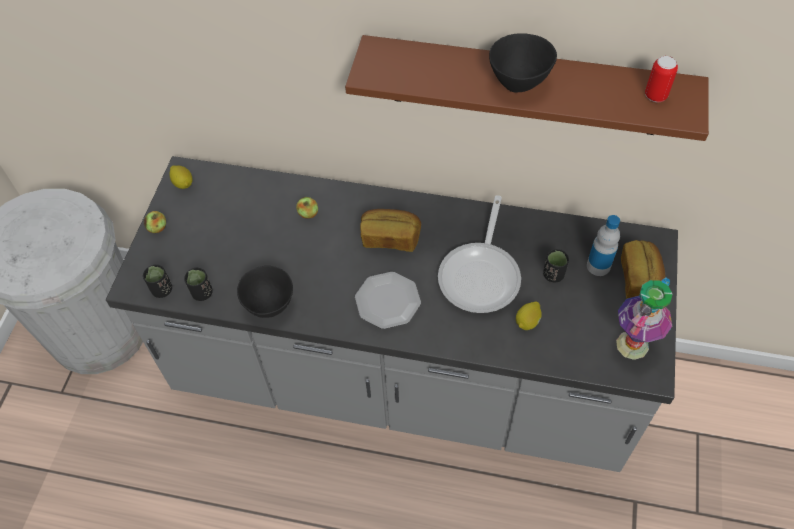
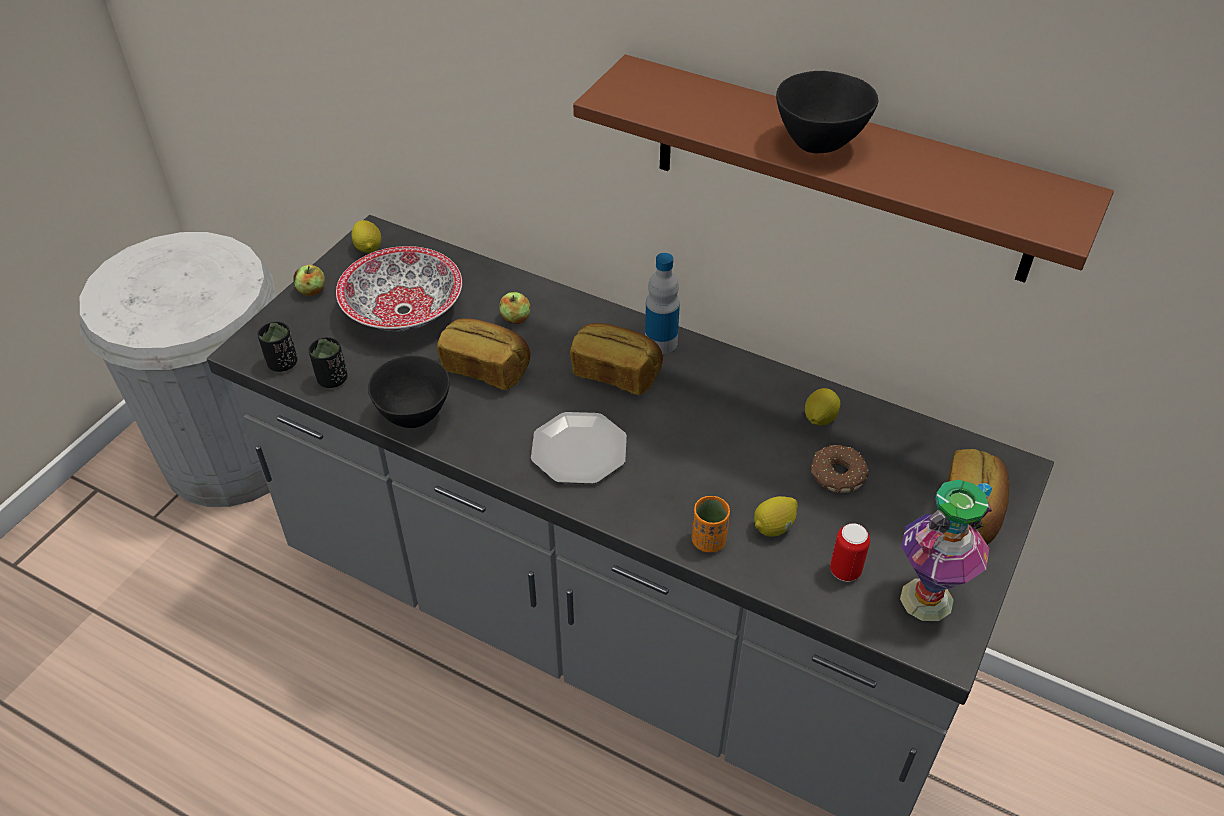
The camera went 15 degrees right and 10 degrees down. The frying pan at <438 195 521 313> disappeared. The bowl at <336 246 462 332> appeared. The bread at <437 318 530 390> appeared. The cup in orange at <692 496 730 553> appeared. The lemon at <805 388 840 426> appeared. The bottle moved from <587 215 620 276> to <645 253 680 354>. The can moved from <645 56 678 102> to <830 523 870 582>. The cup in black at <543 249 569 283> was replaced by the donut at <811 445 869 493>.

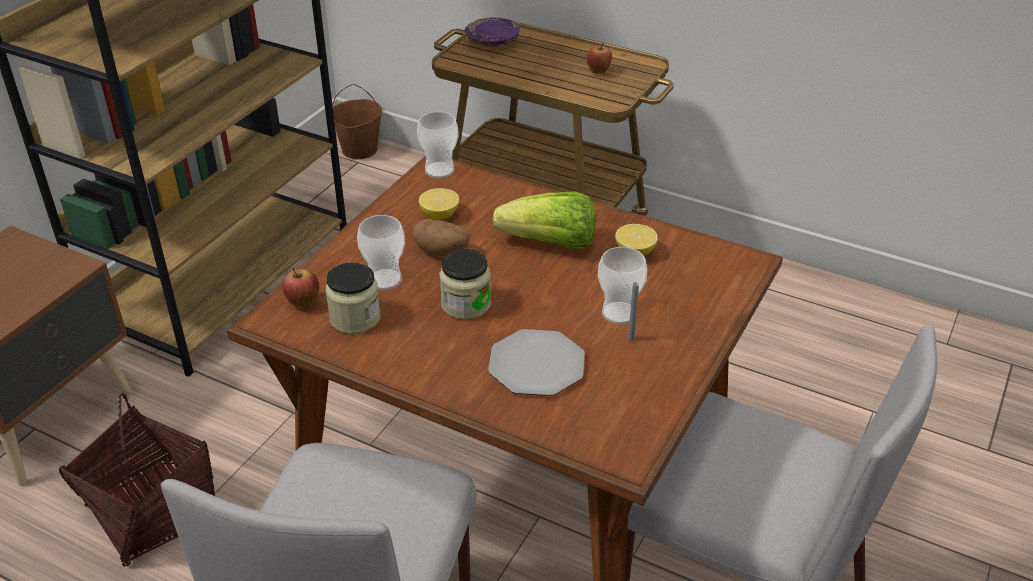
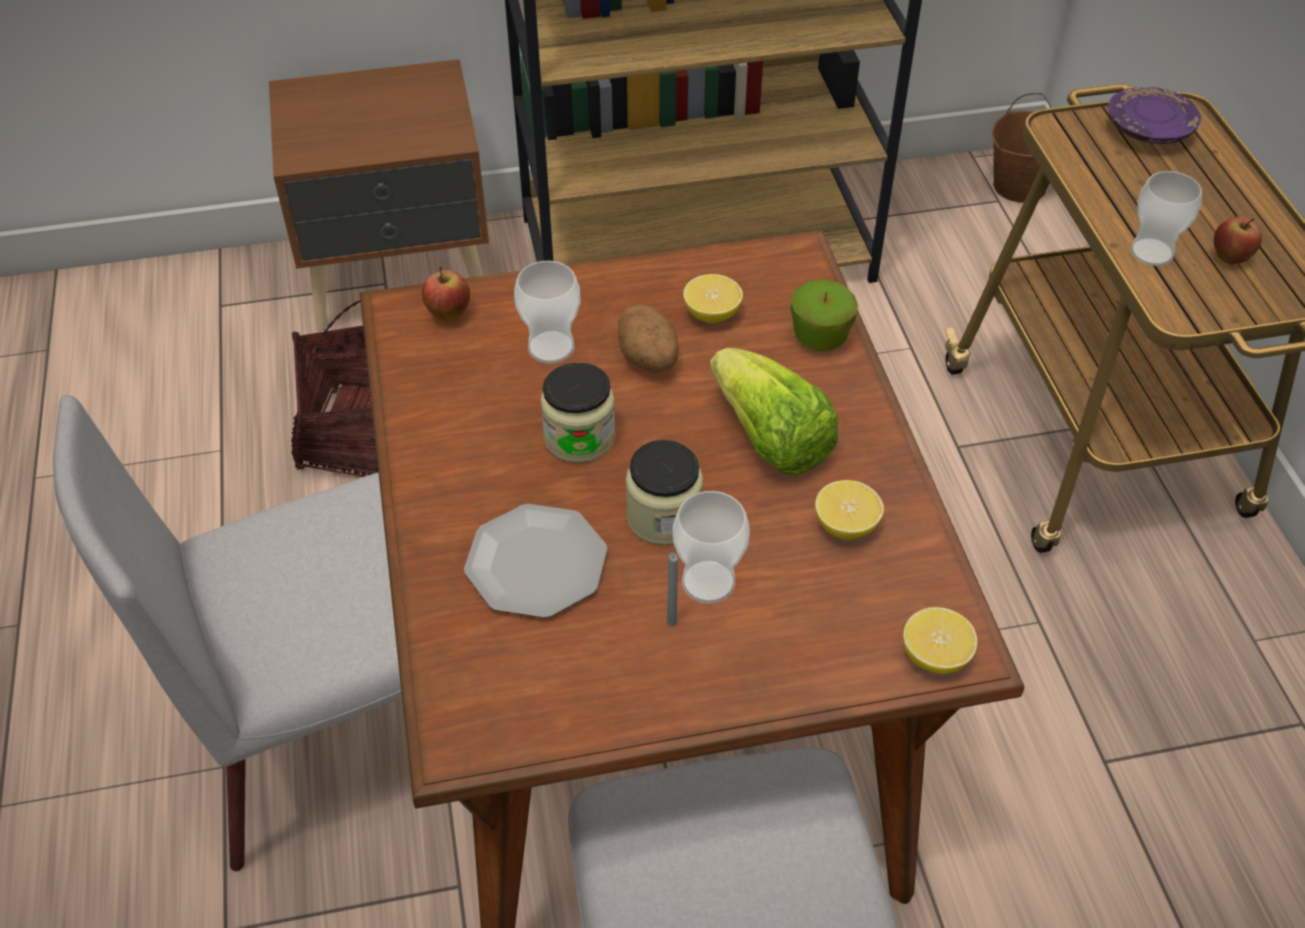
The camera went 50 degrees right and 10 degrees up. The apple at <791 280 858 351> appeared. The lemon at <903 607 978 674> appeared. The jar moved from <325 263 380 334> to <626 440 703 545>. The cup moved from <417 112 459 178> to <1131 171 1202 266>.

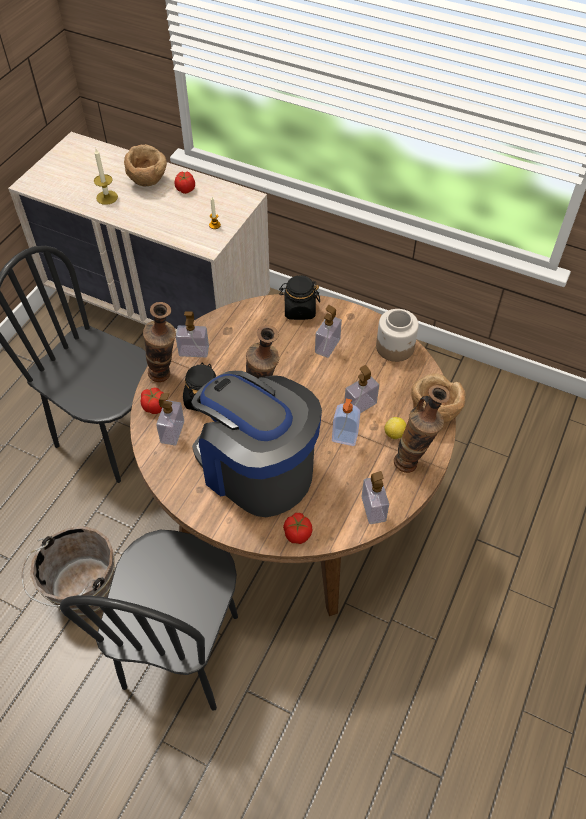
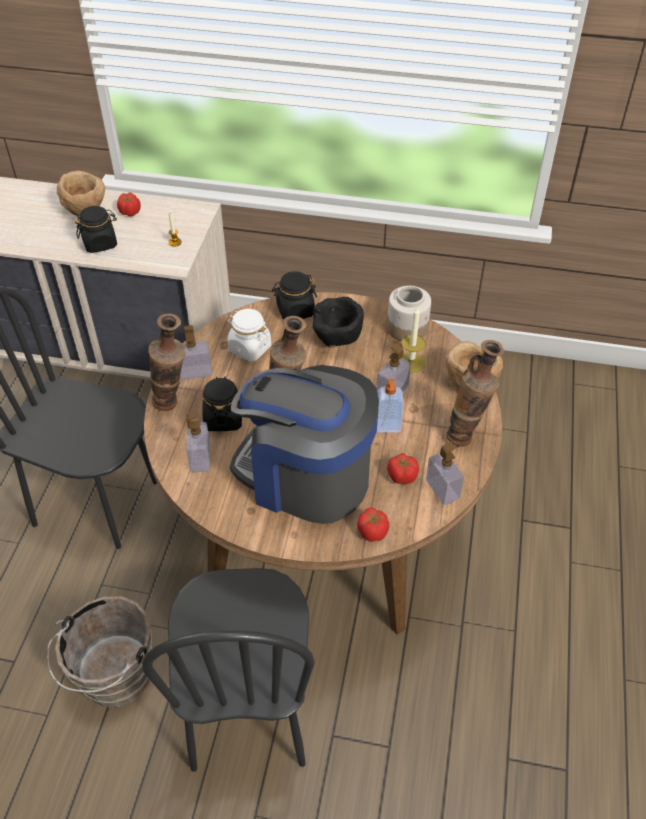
The camera went 15 degrees left and 5 degrees down. The lemon at <384 417 406 439> disappeared. The jar in black at <75 206 117 253> appeared. The jar in white at <227 309 271 362> appeared. The candle moved from <94 149 118 205> to <401 307 426 373>. The tomato moved from <141 388 165 414> to <387 453 419 484>. The soap dispenser at <315 305 342 358> was replaced by the bowl in black at <313 297 364 347>.

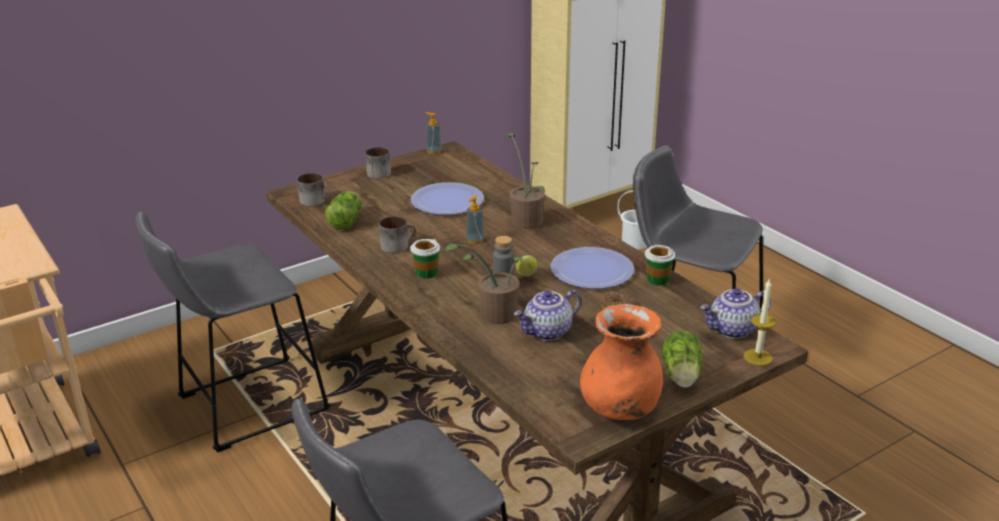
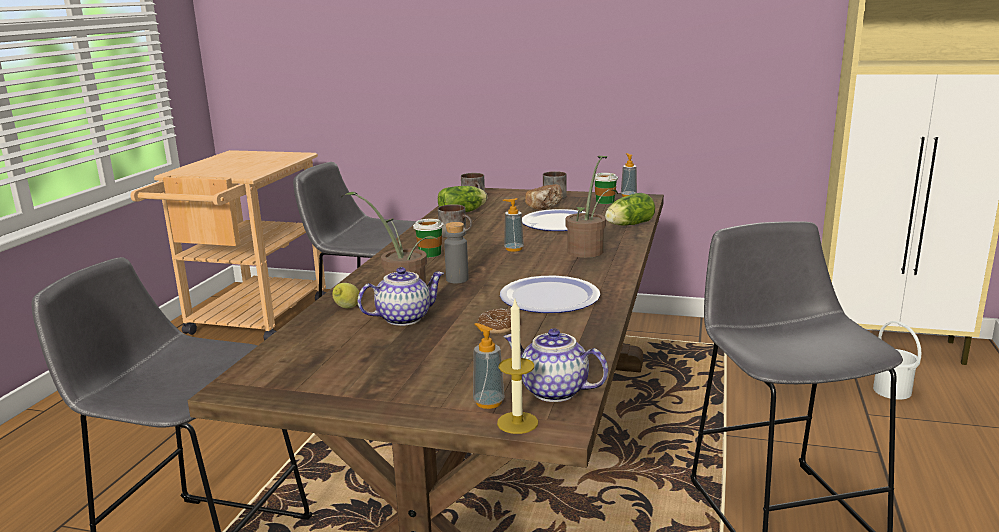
The camera went 50 degrees right and 10 degrees down. The vase in orange at <580 304 663 420> disappeared. The soap dispenser at <473 323 505 409> appeared. The bread at <525 184 563 209> appeared. The lemon moved from <516 255 538 276> to <332 283 359 308>. The cup moved from <645 245 675 286> to <594 173 618 204>. The lettuce moved from <662 331 702 388> to <605 193 655 226>. The teapot at <514 290 581 341> turned 135 degrees clockwise.

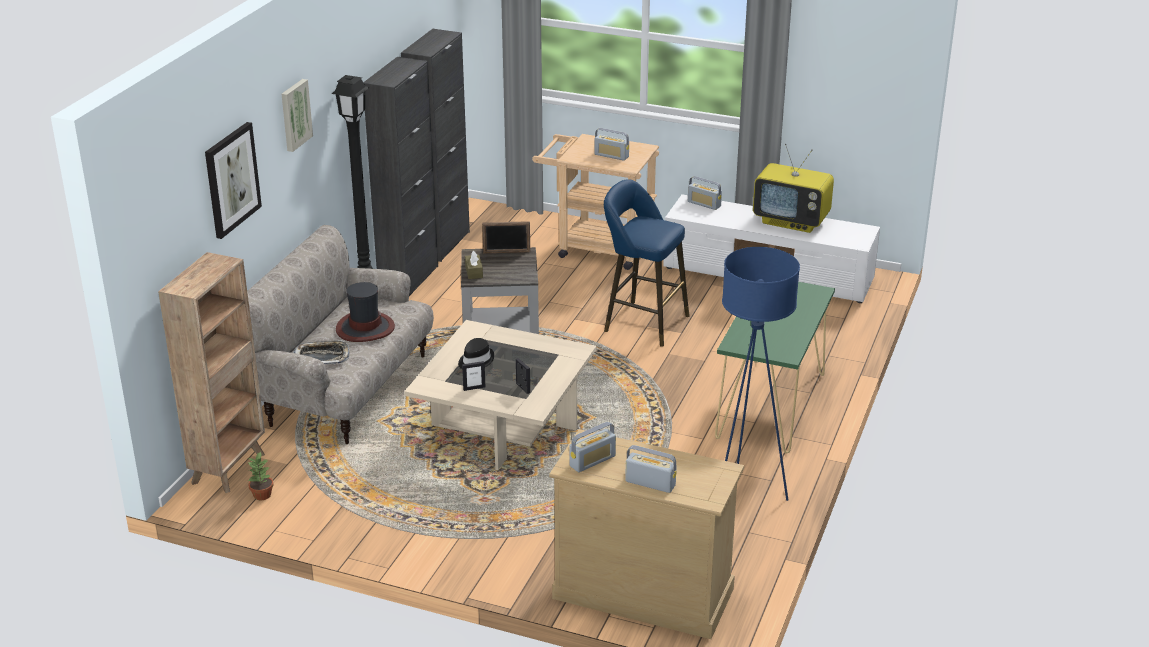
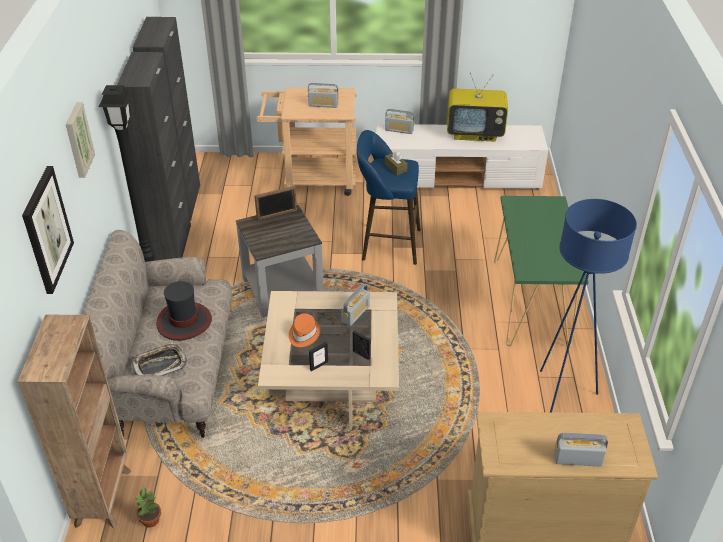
The camera went 20 degrees left and 10 degrees up. The tissue box in brown moved from <465 251 483 279> to <385 151 408 175>. The radio moved from <569 422 616 472> to <341 284 370 326>. The hat in black at <458 338 495 369> became the hat in orange at <289 314 320 347>.

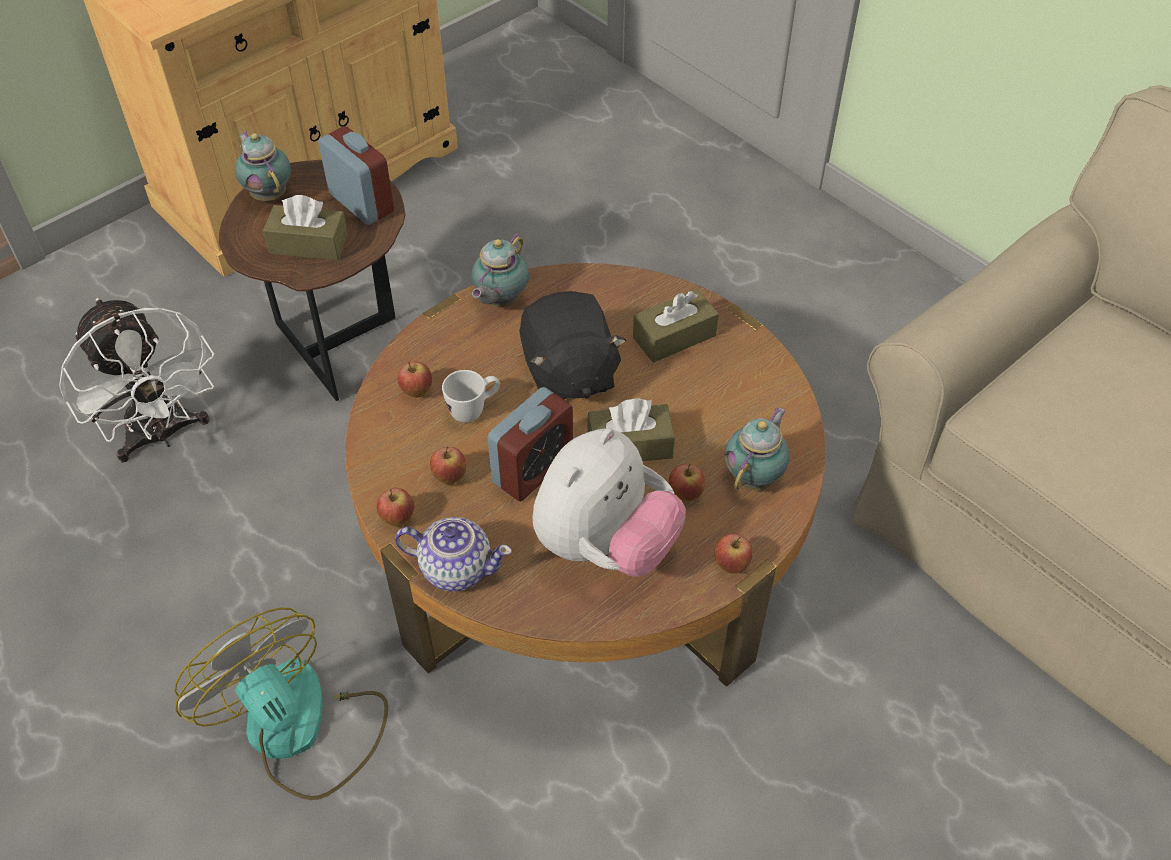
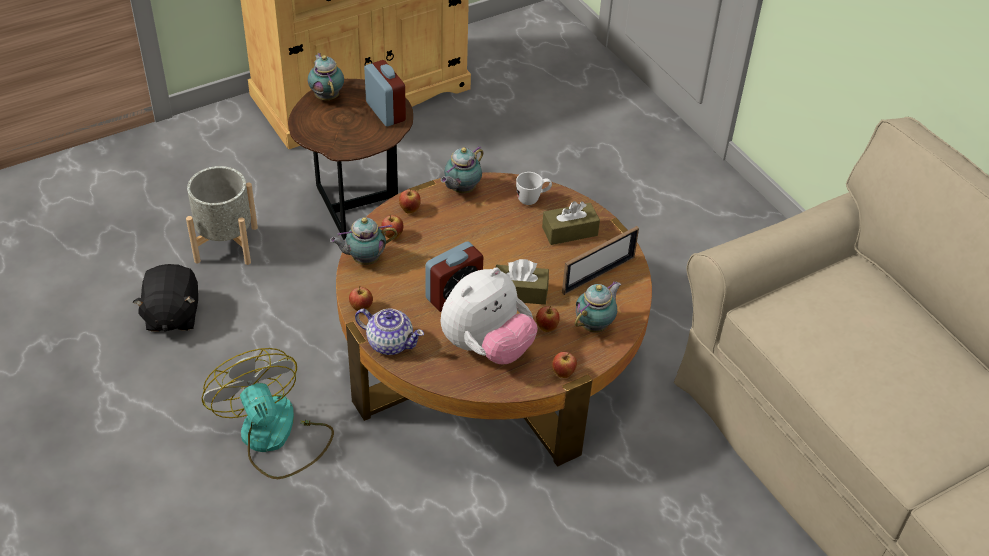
The camera went 10 degrees right and 5 degrees down. The tissue box in brown at <263 195 348 260> disappeared. The teapot at <330 217 397 265> appeared. The picture frame at <562 226 639 295> appeared. The apple moved from <430 446 466 485> to <399 188 421 213>. The mug in white moved from <442 370 500 423> to <516 172 552 205>. The plush toy in black moved from <519 291 626 400> to <133 264 198 332>. The fan in white at <59 298 214 463> was replaced by the planter in grey at <186 166 258 265>.

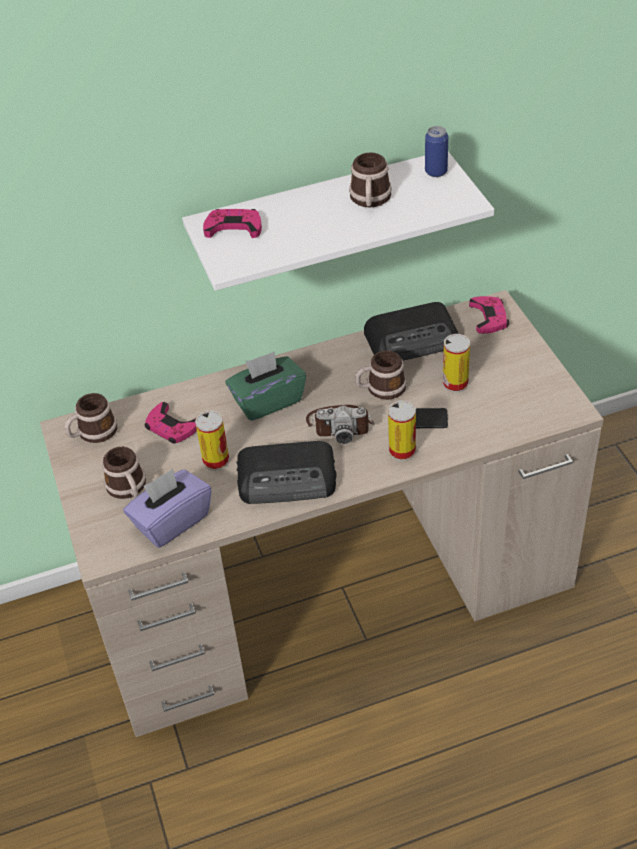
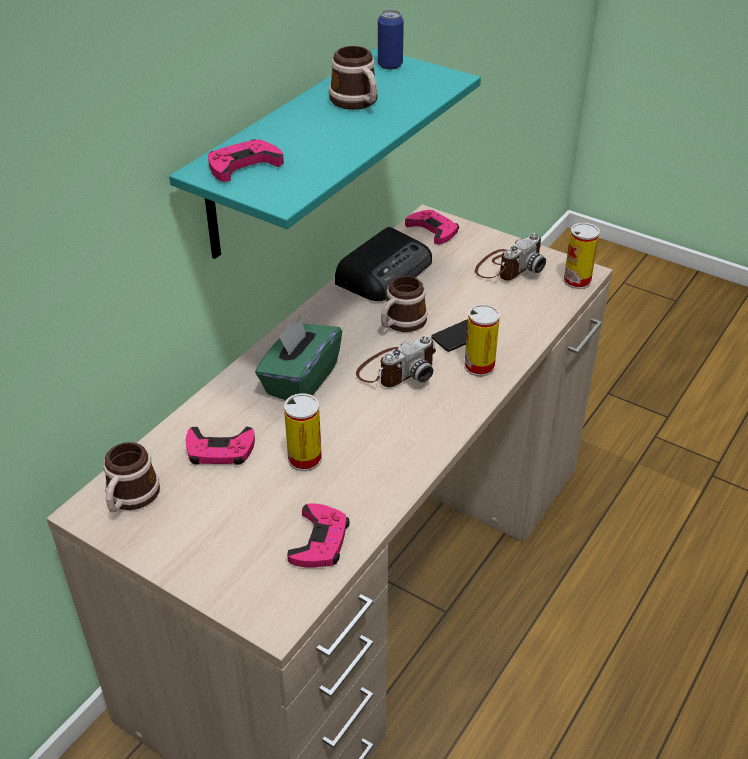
The camera went 40 degrees left and 5 degrees down. The mug at <102 447 146 499> disappeared. The radio at <237 441 337 504> disappeared. The photo camera at <475 233 546 280> appeared. The can moved from <443 334 470 393> to <563 223 600 289>. The tissue box in purple at <123 469 212 548> was replaced by the game controller in pink at <287 503 350 568>. The shelf in white at <182 152 494 291> became the shelf in turquoise at <169 48 481 259>.

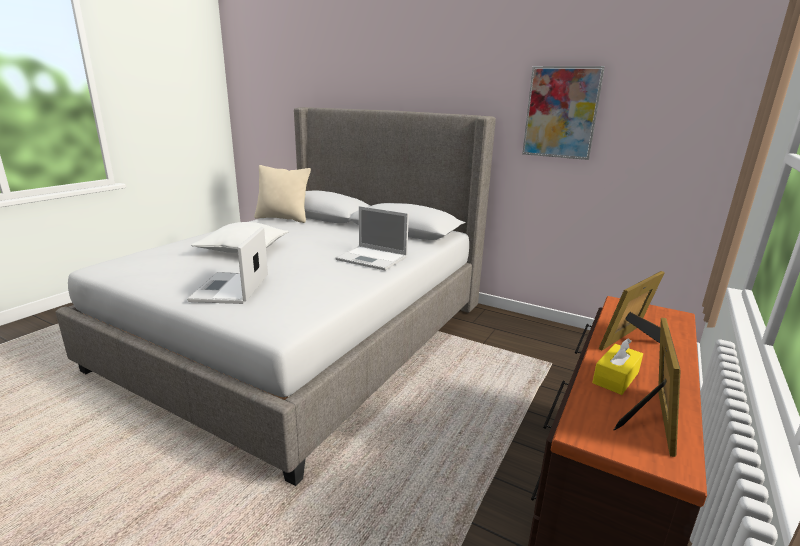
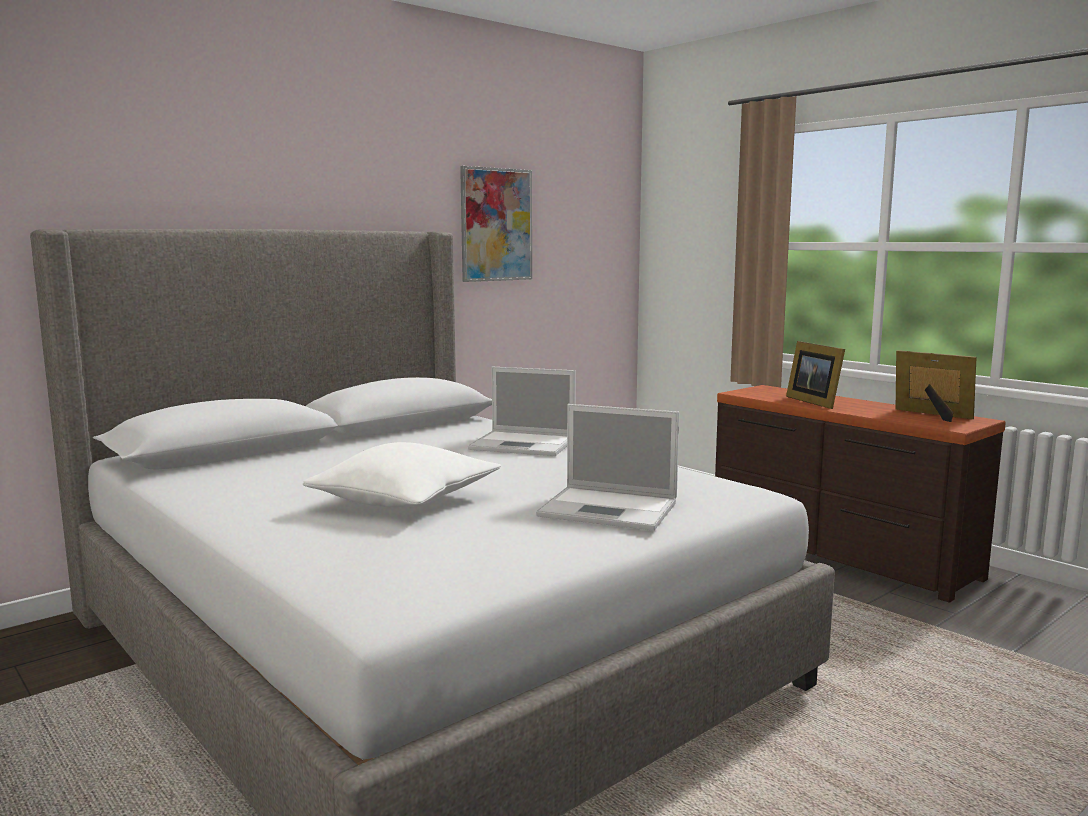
The camera went 70 degrees left and 10 degrees down. The pillow in beige at <254 165 311 223> disappeared. The tissue box in yellow at <592 338 643 395> disappeared. The laptop at <335 206 409 271> turned 60 degrees clockwise.

